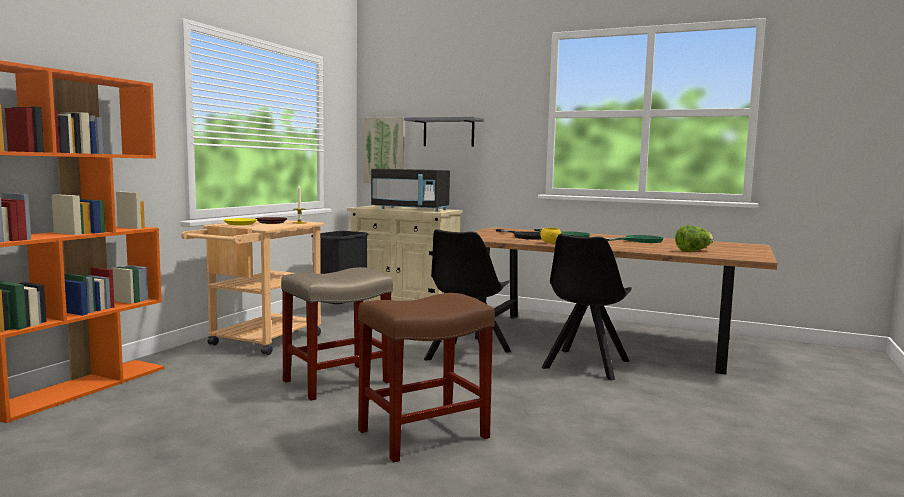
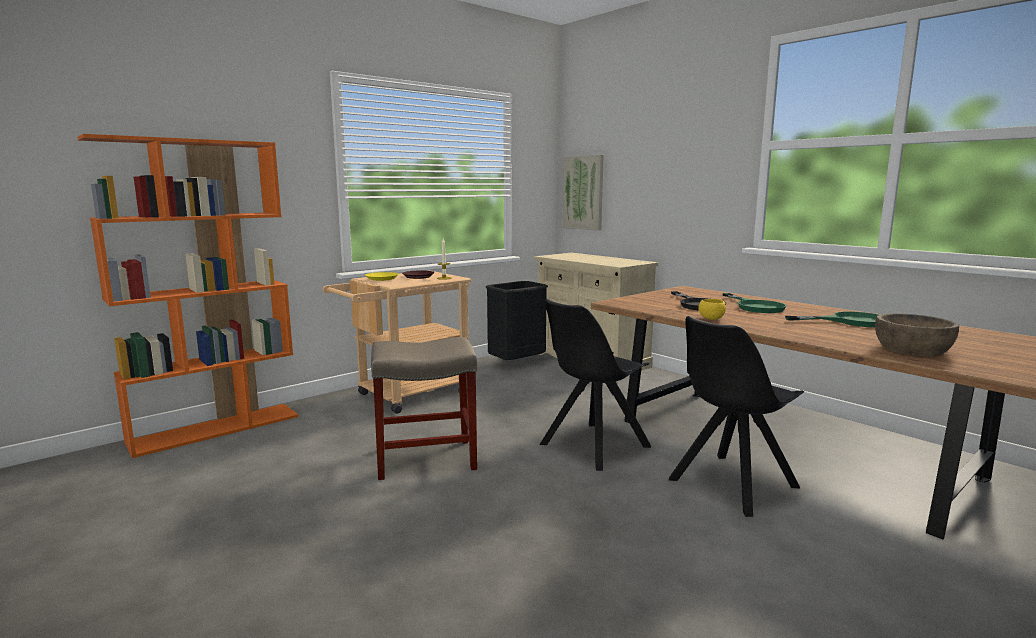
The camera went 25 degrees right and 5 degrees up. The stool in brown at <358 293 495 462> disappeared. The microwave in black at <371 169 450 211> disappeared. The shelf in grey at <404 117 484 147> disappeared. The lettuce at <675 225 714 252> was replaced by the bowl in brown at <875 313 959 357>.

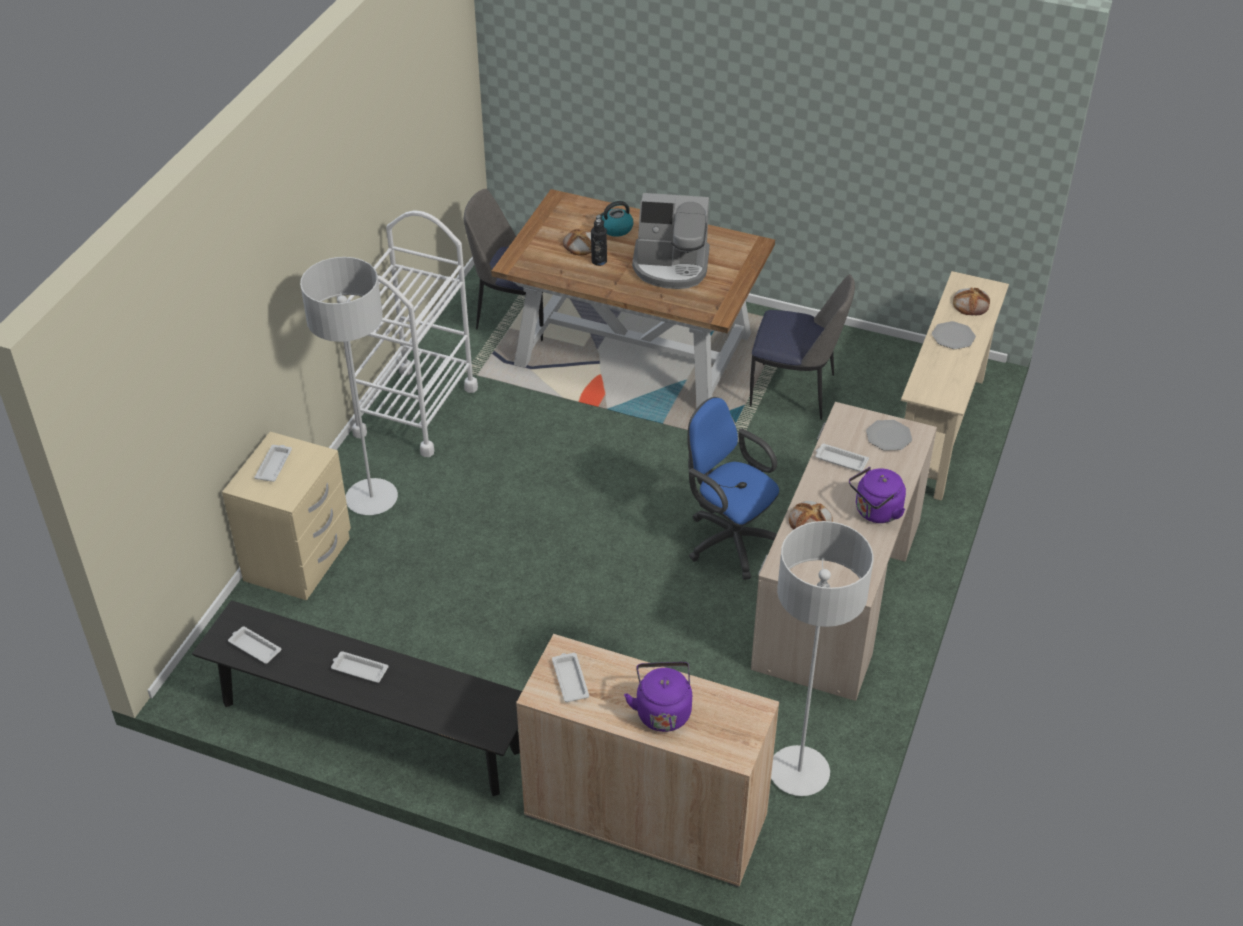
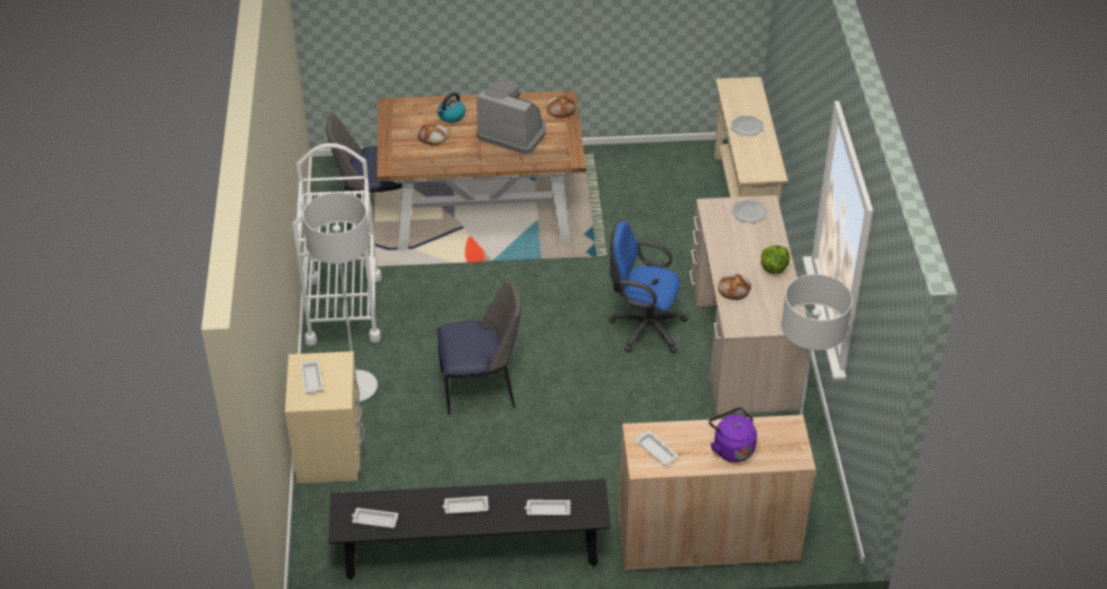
The camera went 25 degrees left and 0 degrees up. The bottle in black at <591 219 607 266> disappeared. The chair moved from <750 274 855 420> to <437 280 521 415>. The tray in white moved from <815 444 869 472> to <525 500 571 515>. The bread moved from <953 287 990 315> to <546 96 575 118>. The kettle in purple at <849 467 906 523> was replaced by the lettuce at <761 245 790 274>. The coffee machine at <632 193 710 289> turned 135 degrees counterclockwise.

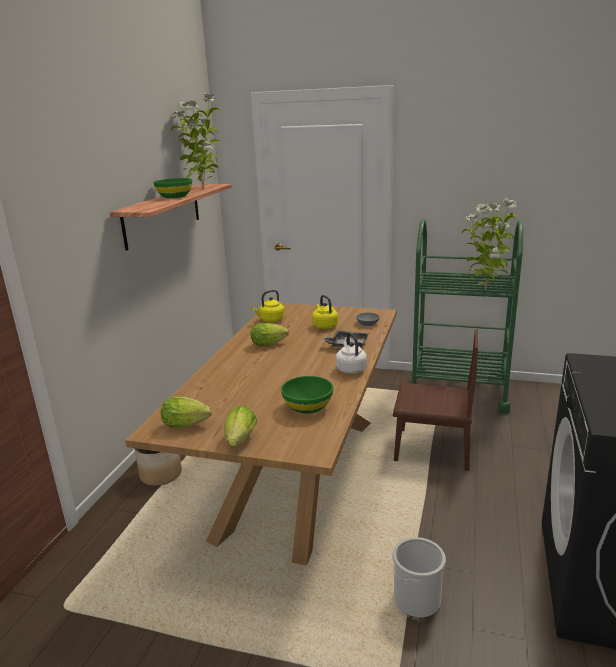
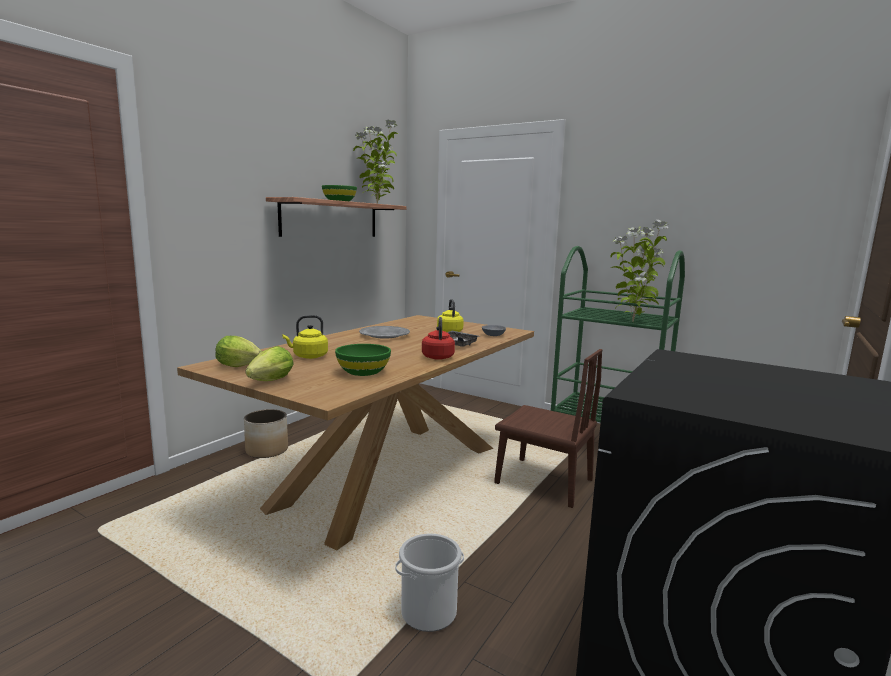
The camera went 15 degrees right and 10 degrees down. The kettle in yellow moved from <253 290 285 322> to <282 315 328 359>. The lettuce at <251 323 289 346> was replaced by the plate in grey at <359 326 410 339>. The kettle in white at <336 333 367 374> became the kettle in red at <422 317 455 360>.

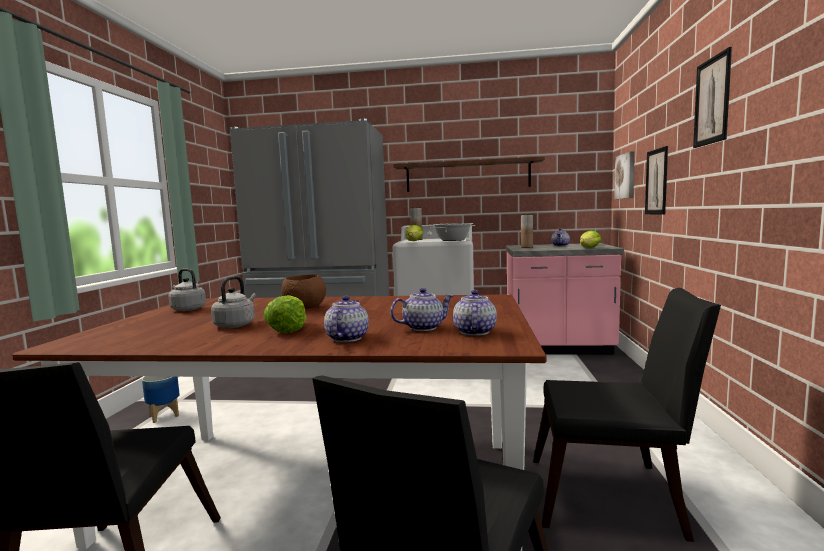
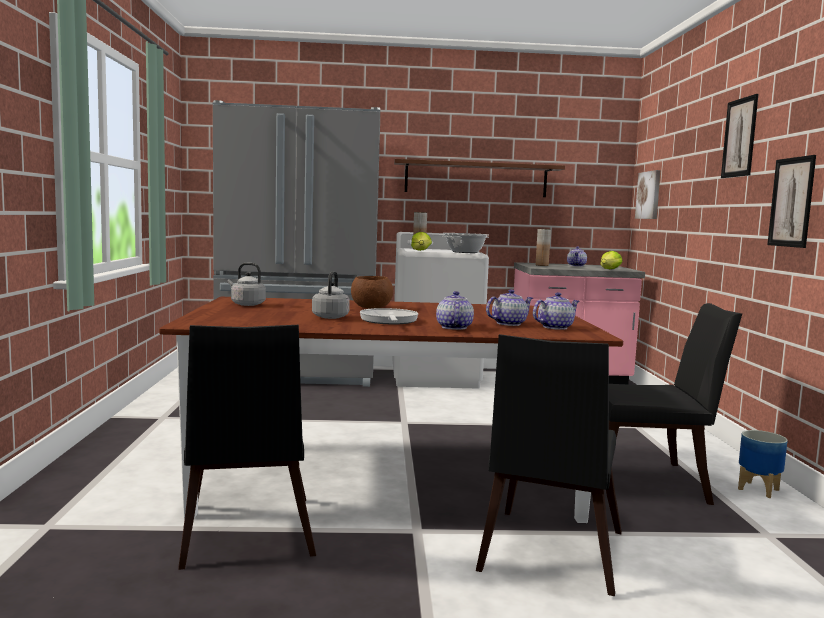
The camera went 10 degrees left and 0 degrees up. The planter moved from <142 376 180 423> to <738 430 788 498>. The picture moved from <645 146 668 214> to <767 155 816 248>. The lettuce at <263 295 306 333> was replaced by the frying pan at <360 308 418 324>. The teapot at <453 290 497 336> turned 60 degrees clockwise.

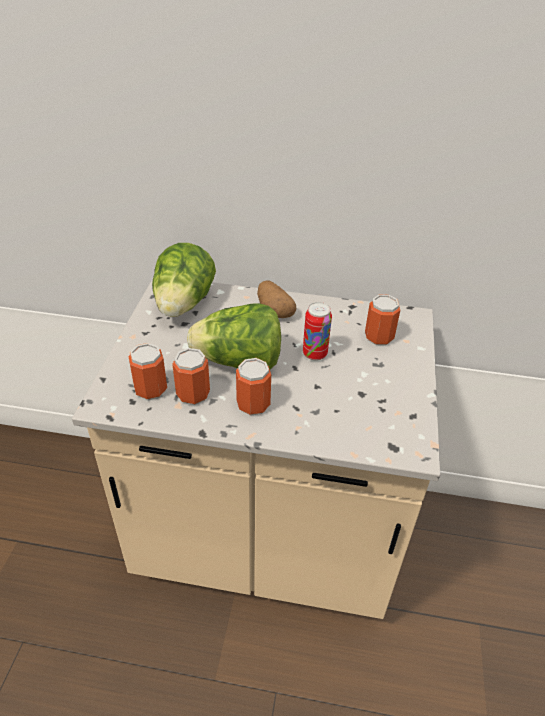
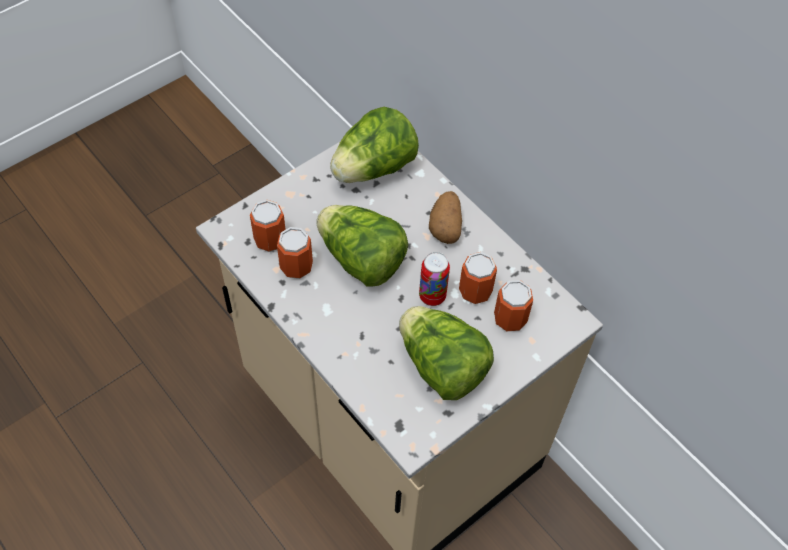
The camera went 40 degrees right and 15 degrees up. The lettuce at <399 306 494 400> appeared. The can moved from <236 358 271 416> to <459 252 497 304>.

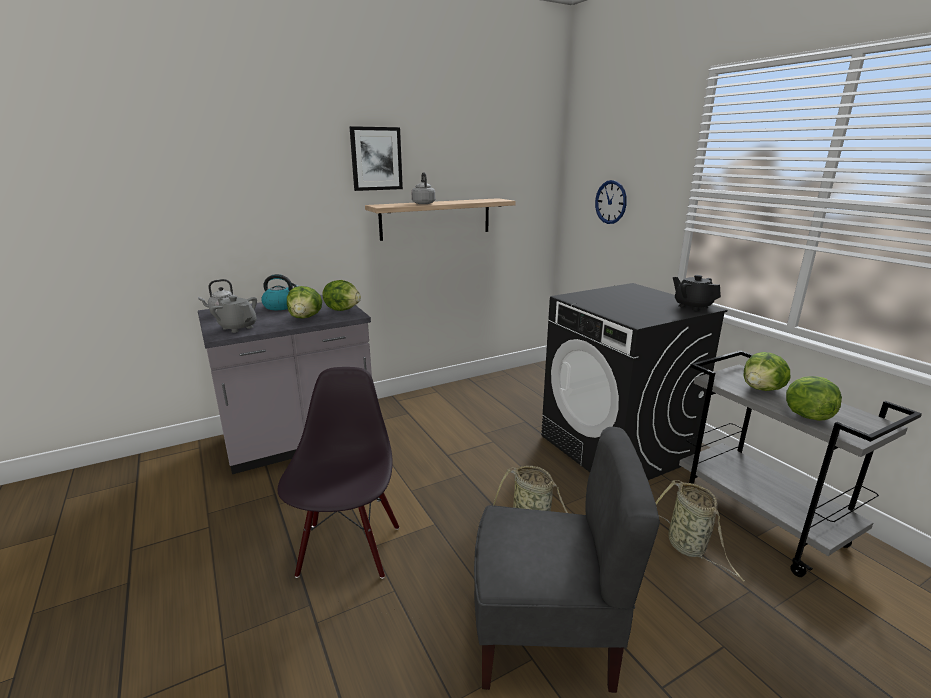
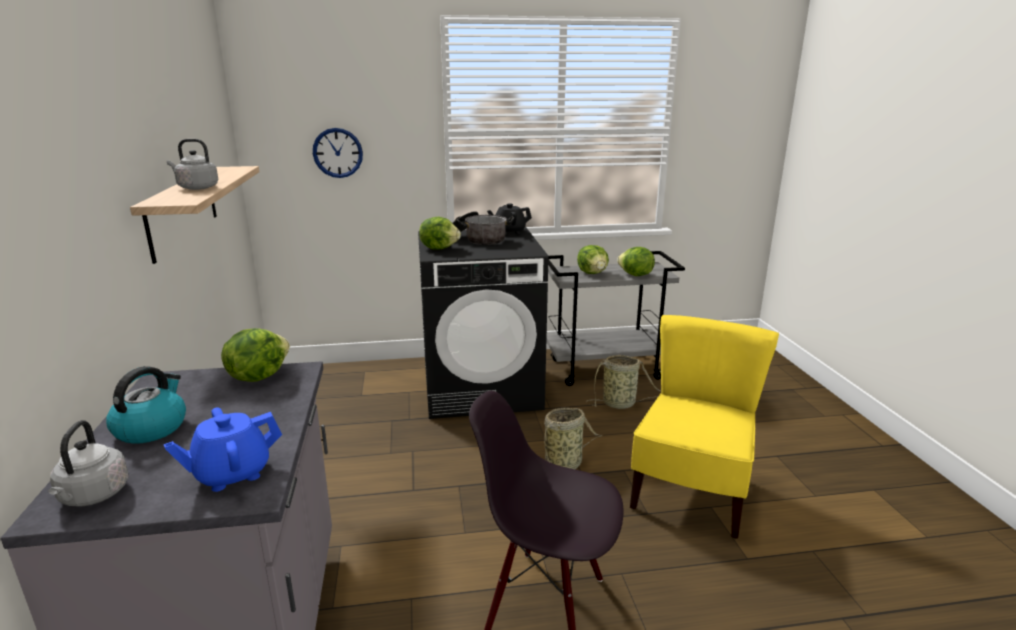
The camera went 70 degrees left and 0 degrees up. The picture at <350 126 403 191> disappeared. The cooking pot at <453 211 514 245> appeared. The lettuce moved from <287 286 322 318> to <419 217 461 250>. The teapot in grey at <210 296 257 333> became the teapot in blue at <164 407 282 492>. The chair in grey at <474 427 660 693> became the chair in yellow at <630 315 779 539>.

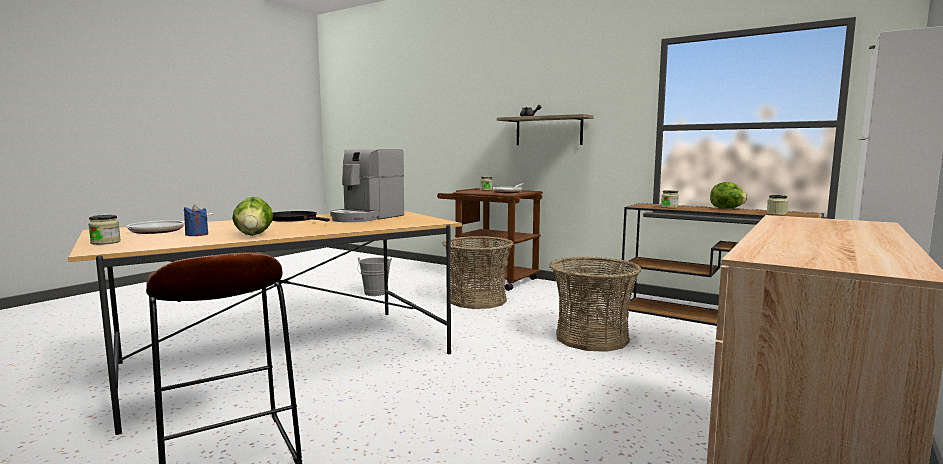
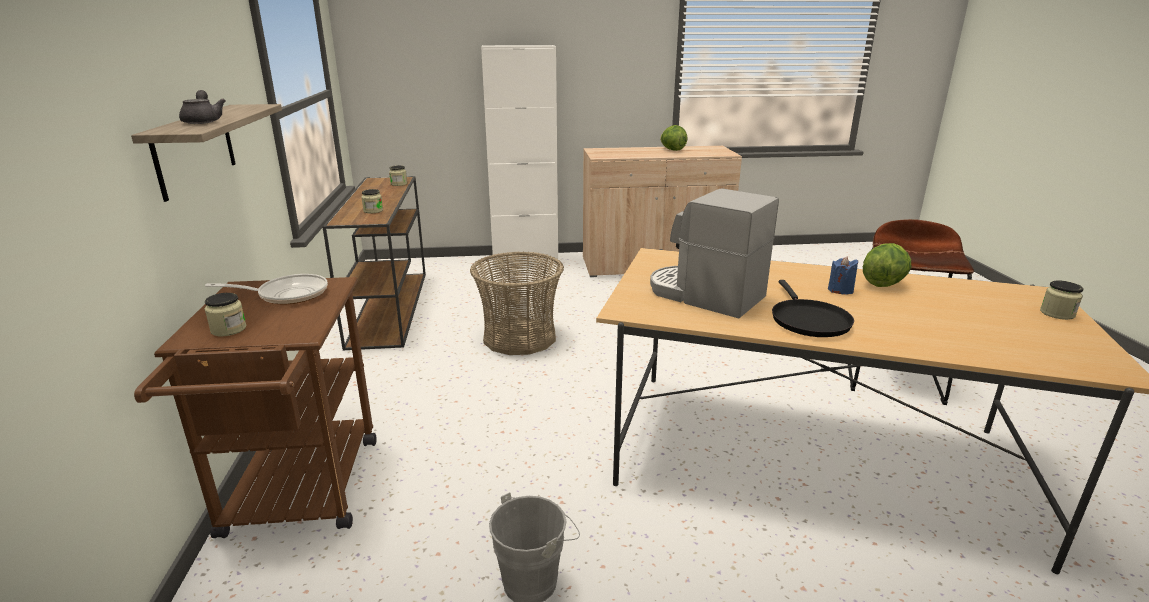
The camera went 130 degrees left and 15 degrees up. The frying pan at <127 213 213 234> disappeared. The basket at <442 236 514 309> disappeared. The candle in blue moved from <184 205 208 236> to <828 256 858 295>. The lettuce moved from <710 182 747 209> to <660 125 688 151>. The coffee machine at <330 149 404 222> turned 135 degrees counterclockwise.

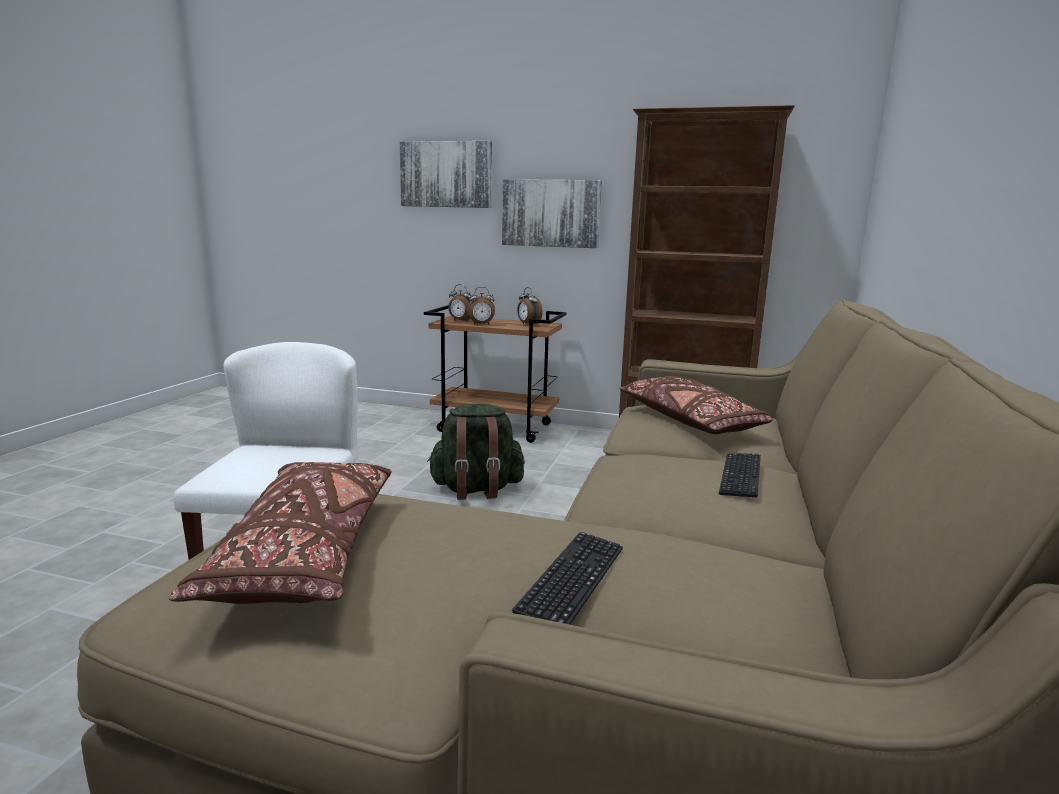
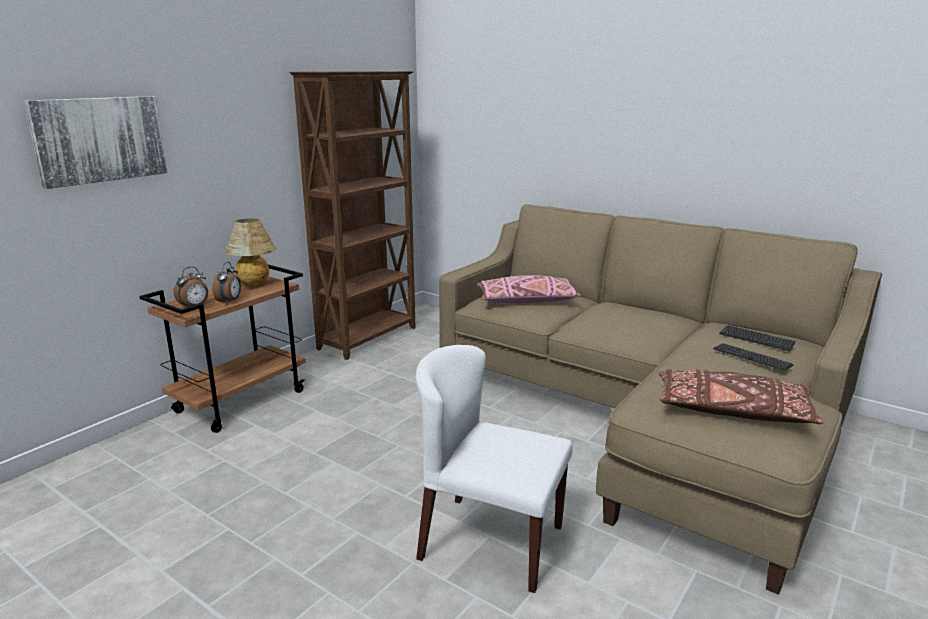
The camera went 70 degrees left and 5 degrees up. The backpack in green at <427 404 525 500> disappeared. The picture at <502 179 602 248> disappeared. The keyboard moved from <719 453 761 497> to <720 325 796 351>. The alarm clock at <517 287 543 324> was replaced by the table lamp at <225 219 277 287>. The pillow in brown at <620 376 773 434> became the pillow in pink at <477 275 581 303>.

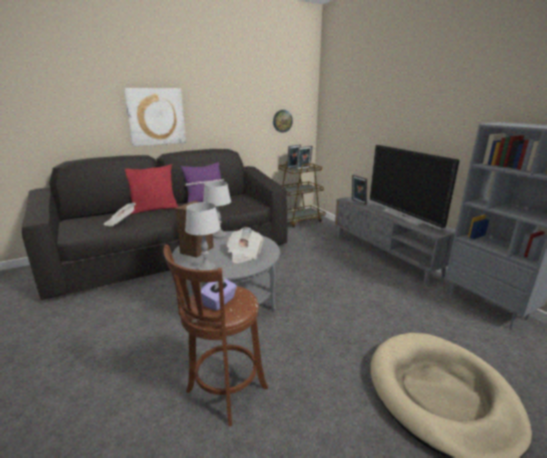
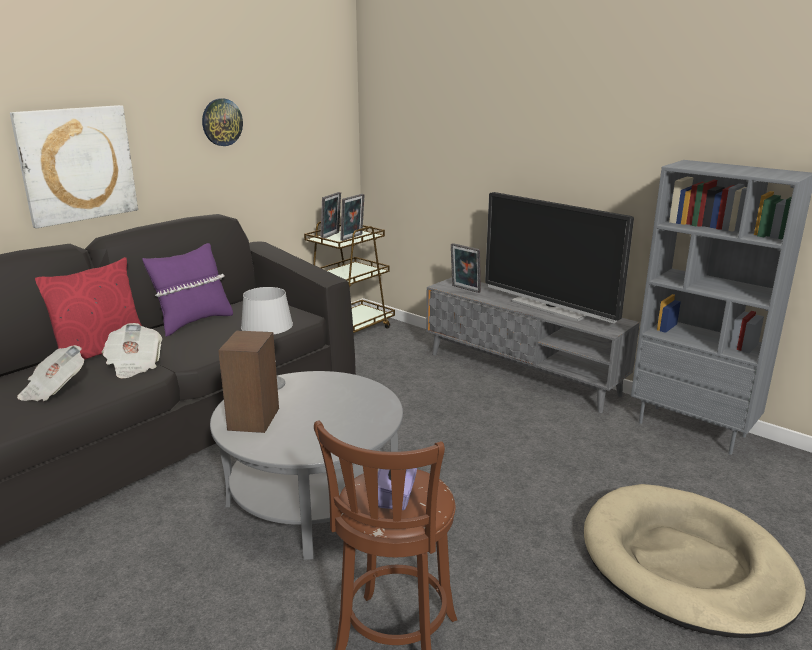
The camera went 20 degrees left and 0 degrees up. The table lamp in grey at <185 202 221 270> disappeared. The newspaper moved from <227 227 263 263> to <102 323 162 379>. The wall clock moved from <273 110 293 133> to <202 98 243 146>.

